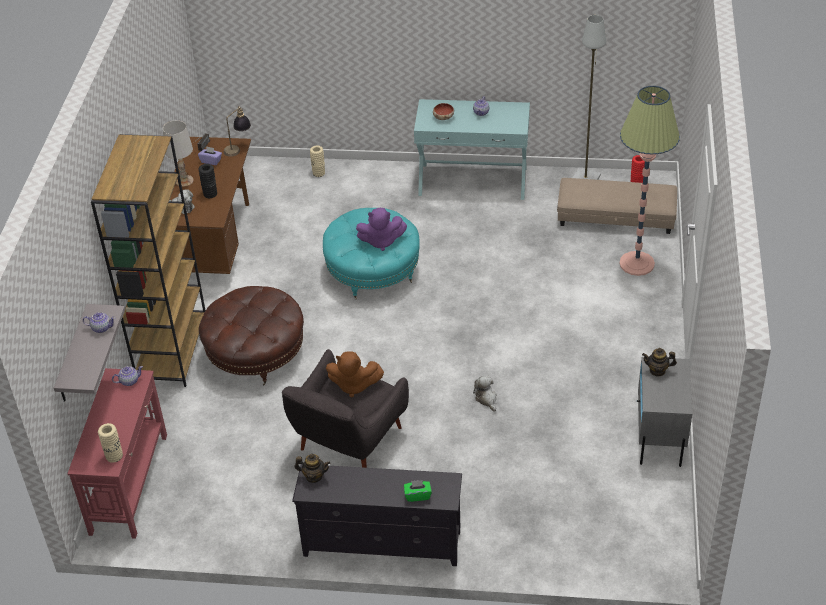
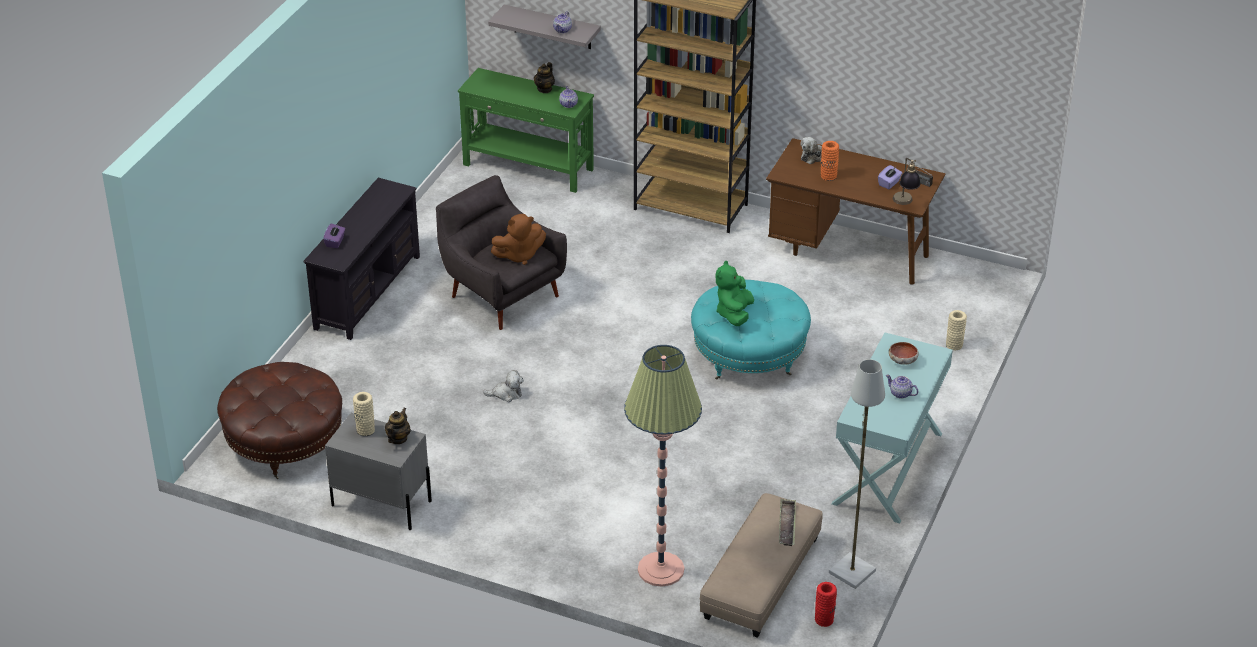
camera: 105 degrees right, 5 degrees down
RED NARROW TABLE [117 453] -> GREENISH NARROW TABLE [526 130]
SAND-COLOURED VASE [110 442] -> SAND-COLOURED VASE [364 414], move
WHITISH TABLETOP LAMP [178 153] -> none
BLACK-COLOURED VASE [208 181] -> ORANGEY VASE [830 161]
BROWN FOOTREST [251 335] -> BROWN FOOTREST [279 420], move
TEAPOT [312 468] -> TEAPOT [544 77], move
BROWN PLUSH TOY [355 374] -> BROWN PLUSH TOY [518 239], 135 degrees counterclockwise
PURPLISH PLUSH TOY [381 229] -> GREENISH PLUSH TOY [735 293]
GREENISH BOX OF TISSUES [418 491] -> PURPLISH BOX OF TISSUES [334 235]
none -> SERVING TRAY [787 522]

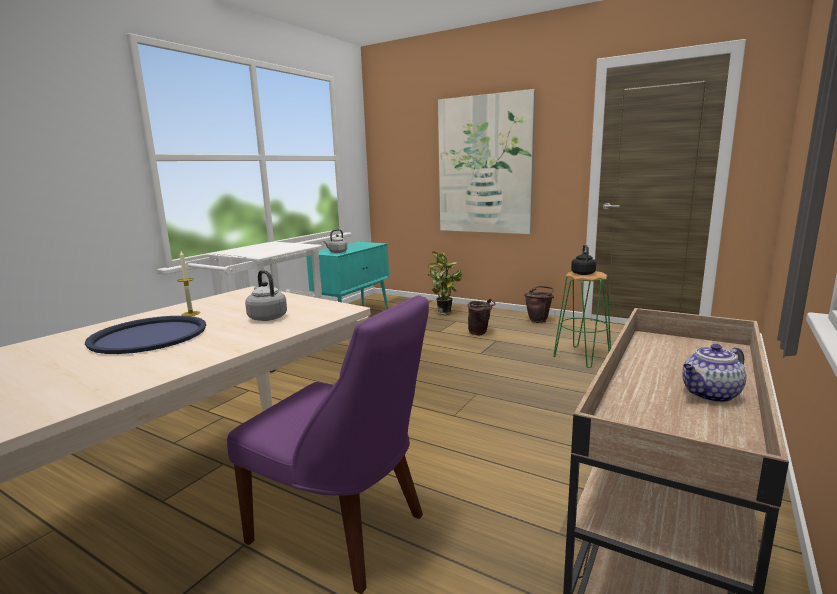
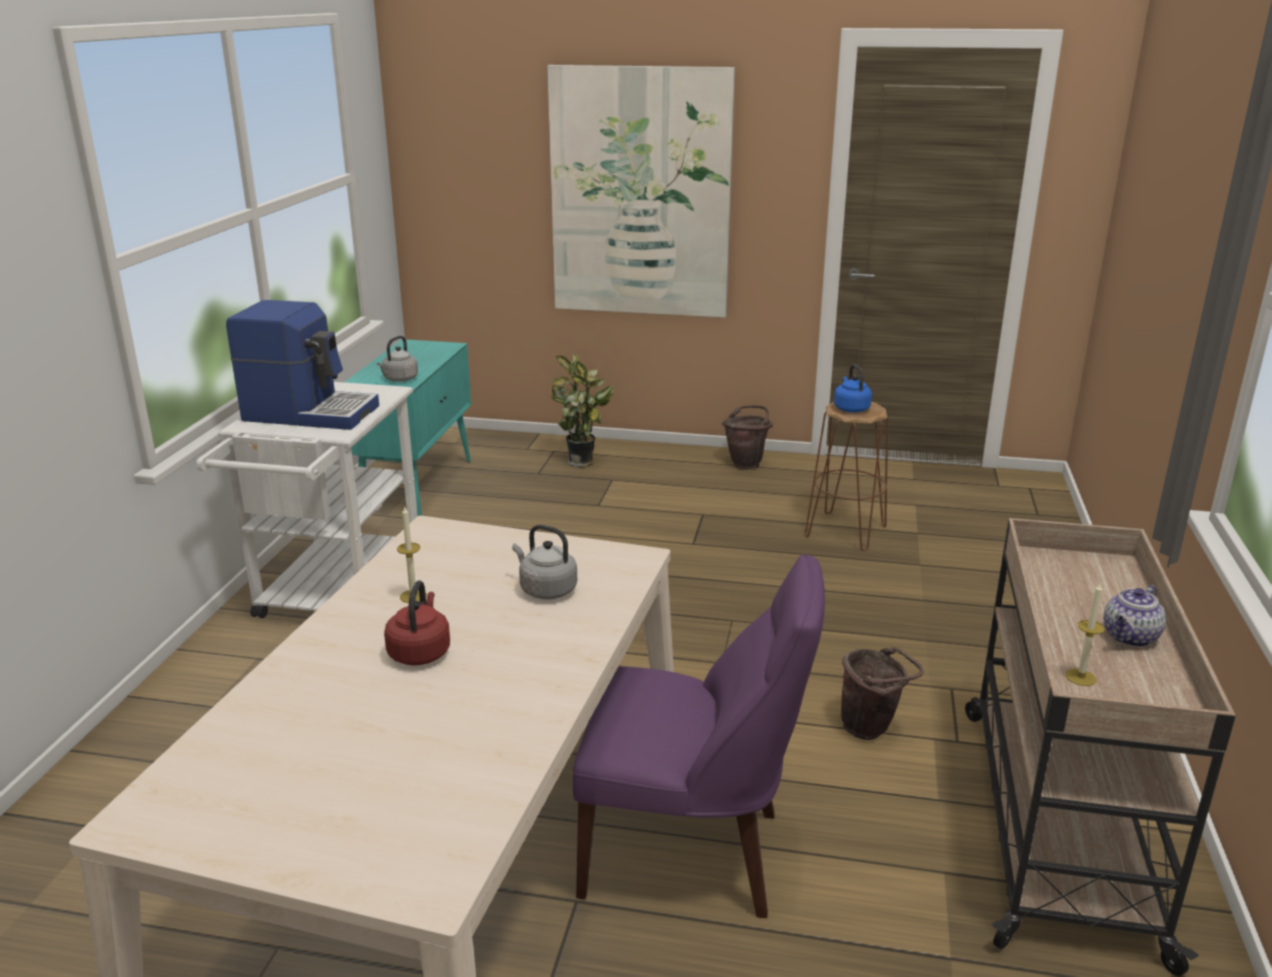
camera: 20 degrees left, 10 degrees up
BLUE-COLOURED SERVING TRAY [145 335] -> RED WATER KETTLE [417 622]
BROWN PAIL [482 316] -> BROWN PAIL [882 693], move
GREENISH STOOL SEAT [582 319] -> BROWN STOOL SEAT [846 476]
BLACK-COLOURED WATER KETTLE [583 260] -> BLUE-COLOURED WATER KETTLE [853 388]
none -> COFFEE MACHINE [302 365]
none -> WAX CANDLE [1085 634]

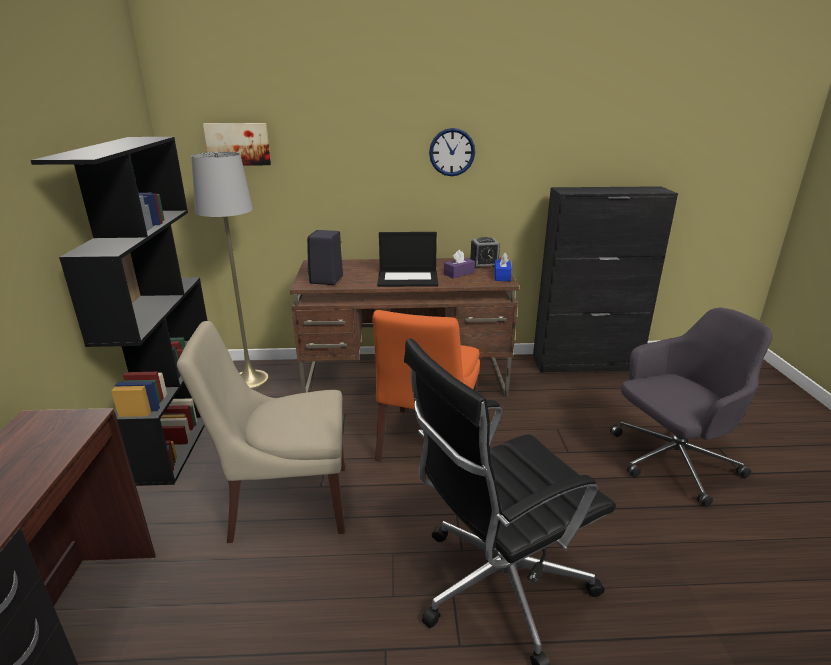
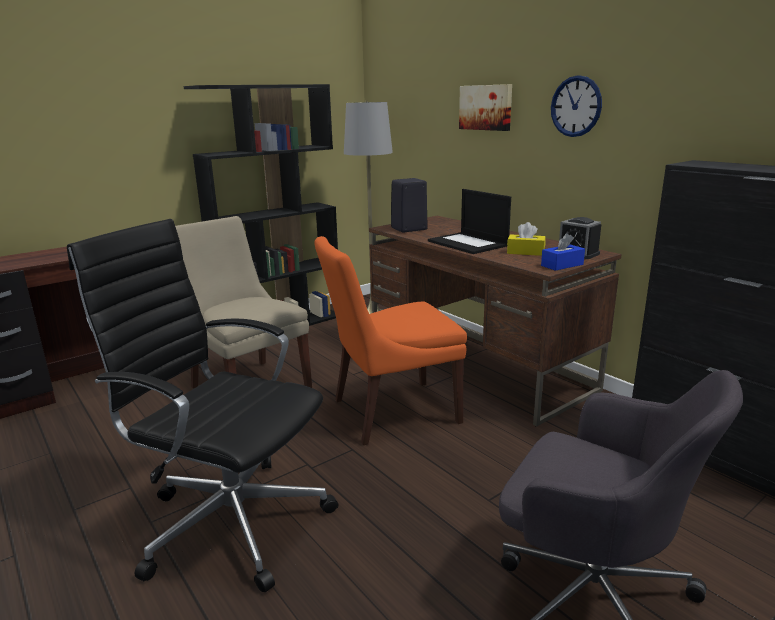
camera: 55 degrees right, 5 degrees down
WALL ART [237 144] -> WALL ART [485 107], move
PURPLISH BOX OF TISSUES [459 264] -> YELLOW-COLOURED BOX OF TISSUES [526 239]

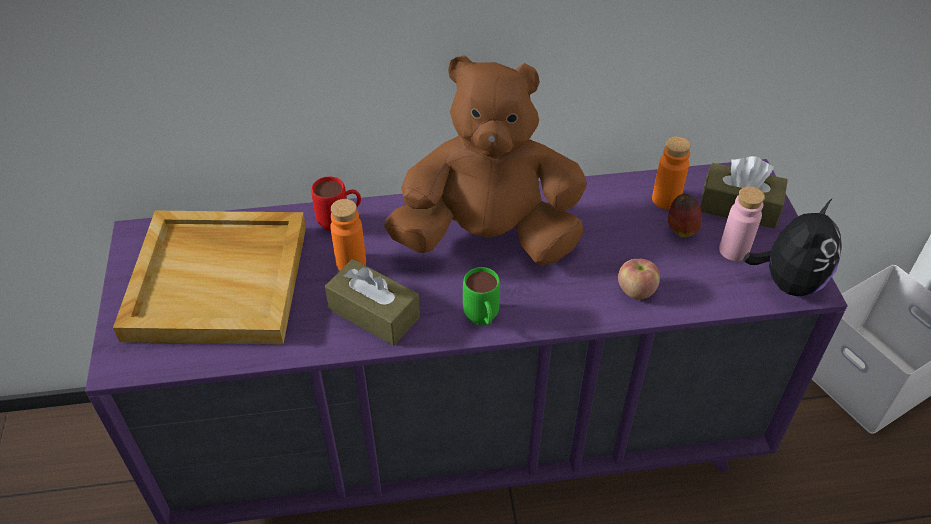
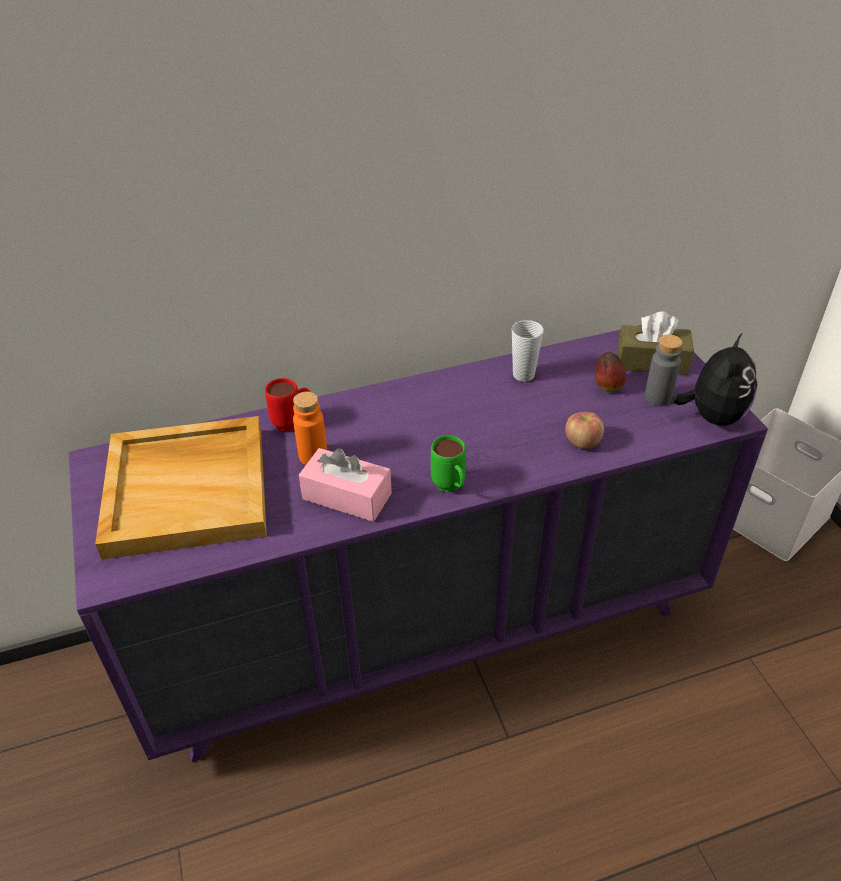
camera: 10 degrees left, 5 degrees down
BROWN BOX OF TISSUES [372 302] -> PINK BOX OF TISSUES [345 485]
BROWN PLUSH TOY [485 160] -> none
ORANGEY BEVERAGE BOTTLE [671 172] -> none
PINK BEVERAGE BOTTLE [742 223] -> GRAY BEVERAGE BOTTLE [664 370]
none -> DRINKING CUP [528 351]

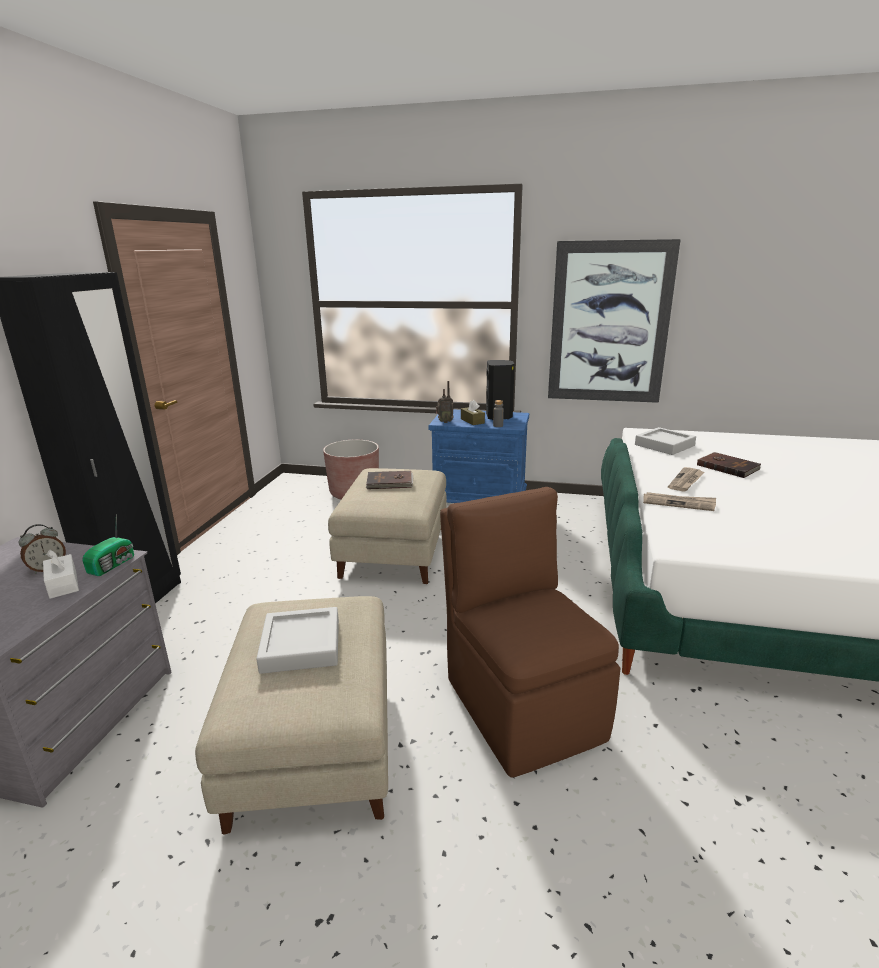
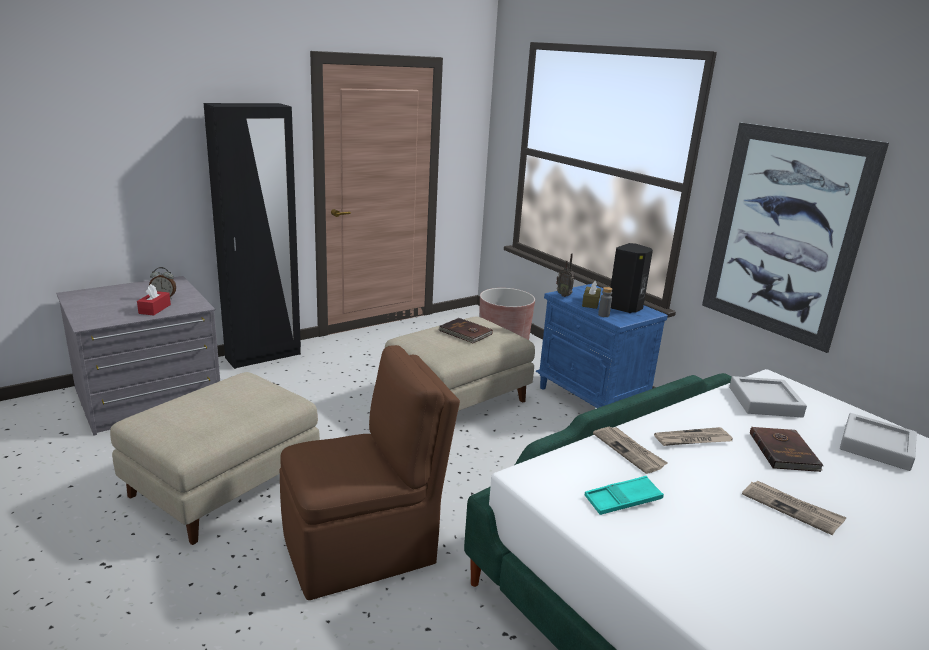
camera: 40 degrees right, 0 degrees up
WHITISH BOX OF TISSUES [61 574] -> RED BOX OF TISSUES [154 300]
RADIO [108 546] -> none
GRAY SERVING TRAY [297 640] -> GRAY SERVING TRAY [878 442], move
BROWN CHAIR [530 632] -> BROWN CHAIR [370 472], 45 degrees clockwise
none -> TURQUOISE-COLOURED SERVING TRAY [624 495]
none -> DAILY PAPER [794 508]

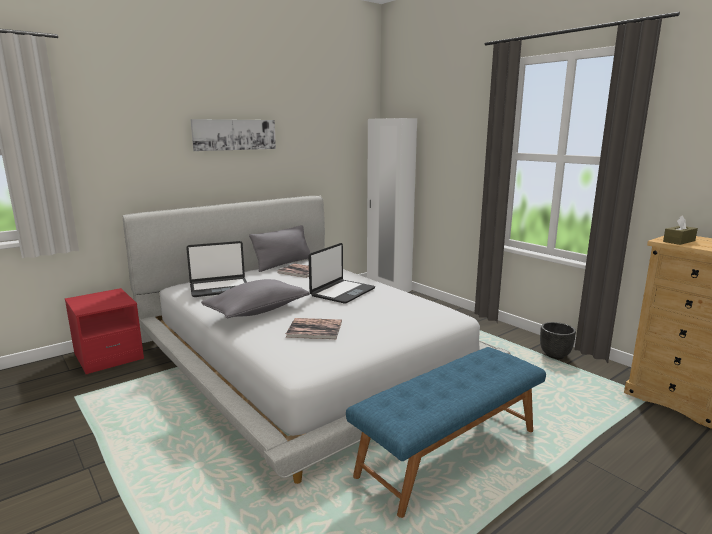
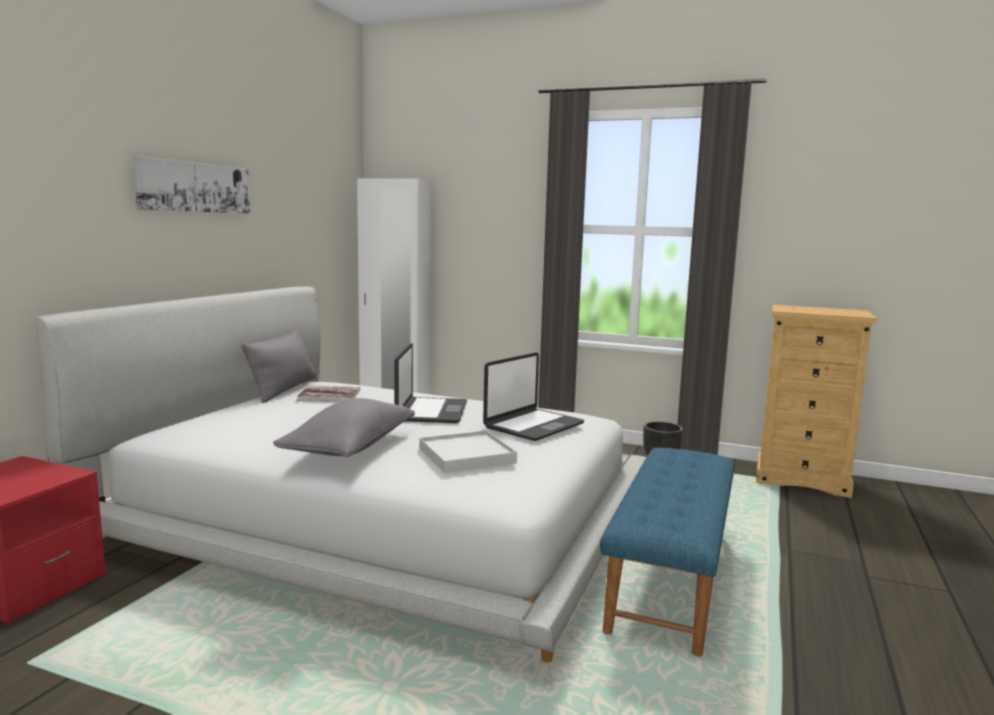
camera: 30 degrees left, 5 degrees down
NOTEBOOK COMPUTER [216 269] -> NOTEBOOK COMPUTER [533 396], move
VOLUME [314 328] -> WHITISH SERVING TRAY [468 452]
BROWN BOX OF TISSUES [680 230] -> none

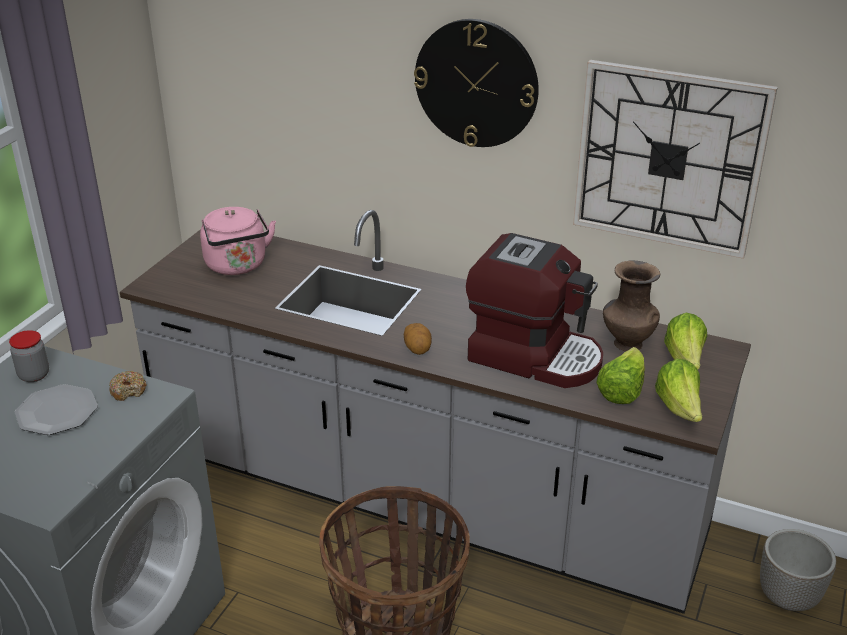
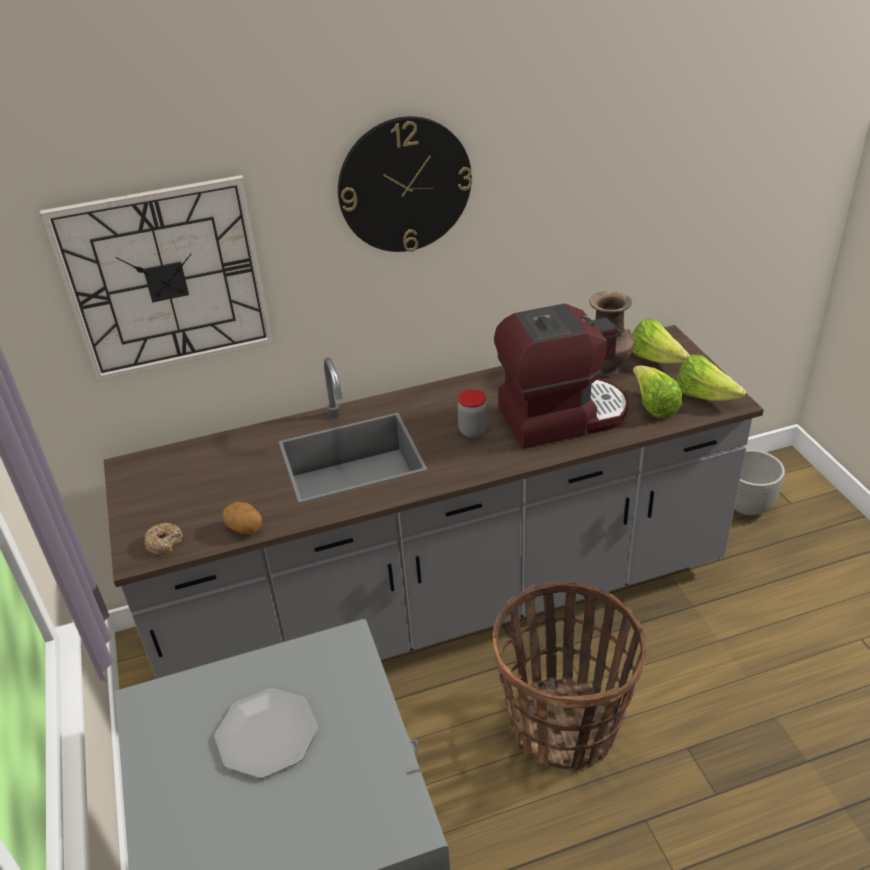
camera: 40 degrees left, 5 degrees up
STORAGE JAR [29 356] -> STORAGE JAR [472 414], move
RING DOUGHNUT [127 386] -> RING DOUGHNUT [163 539], move
PINK WATER KETTLE [238 241] -> none
WHOLE POTATO [418 339] -> WHOLE POTATO [242 518], move
CLOCK ON THE WALL [675 159] -> CLOCK ON THE WALL [157 278], move

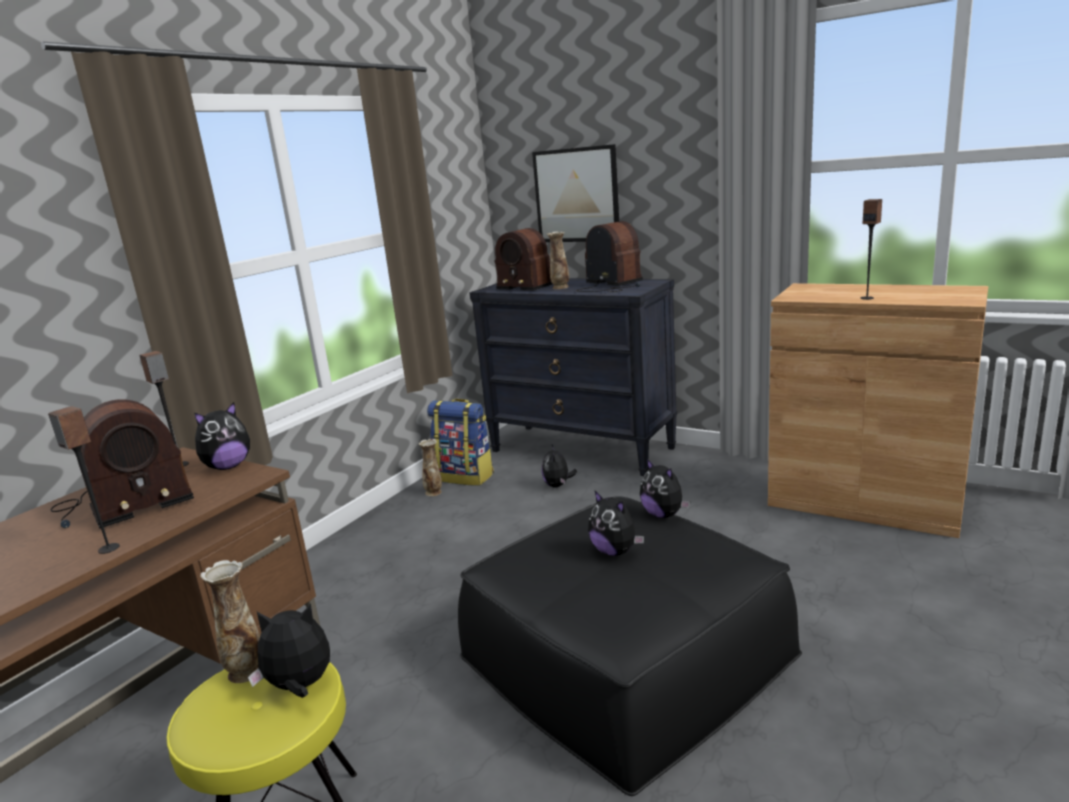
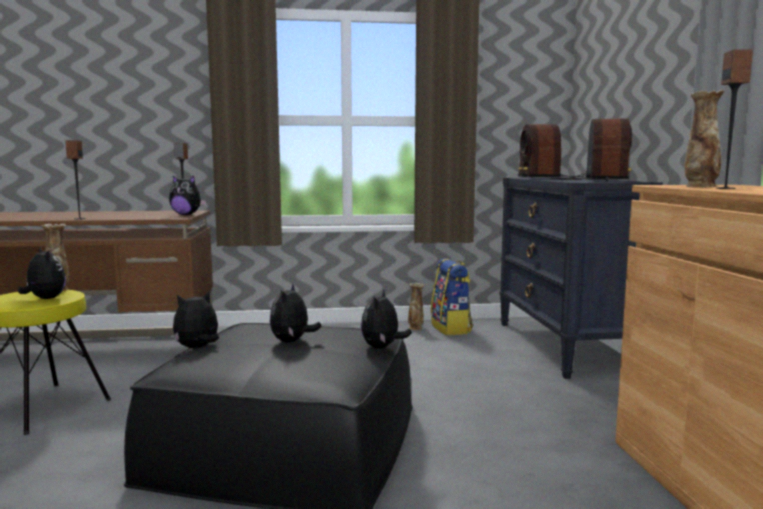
camera: 50 degrees right, 10 degrees down
RADIO [122 464] -> none
WALL ART [575 193] -> none
PLUSH TOY [559 466] -> PLUSH TOY [196 319], move
VASE [558 260] -> VASE [704 138], move

